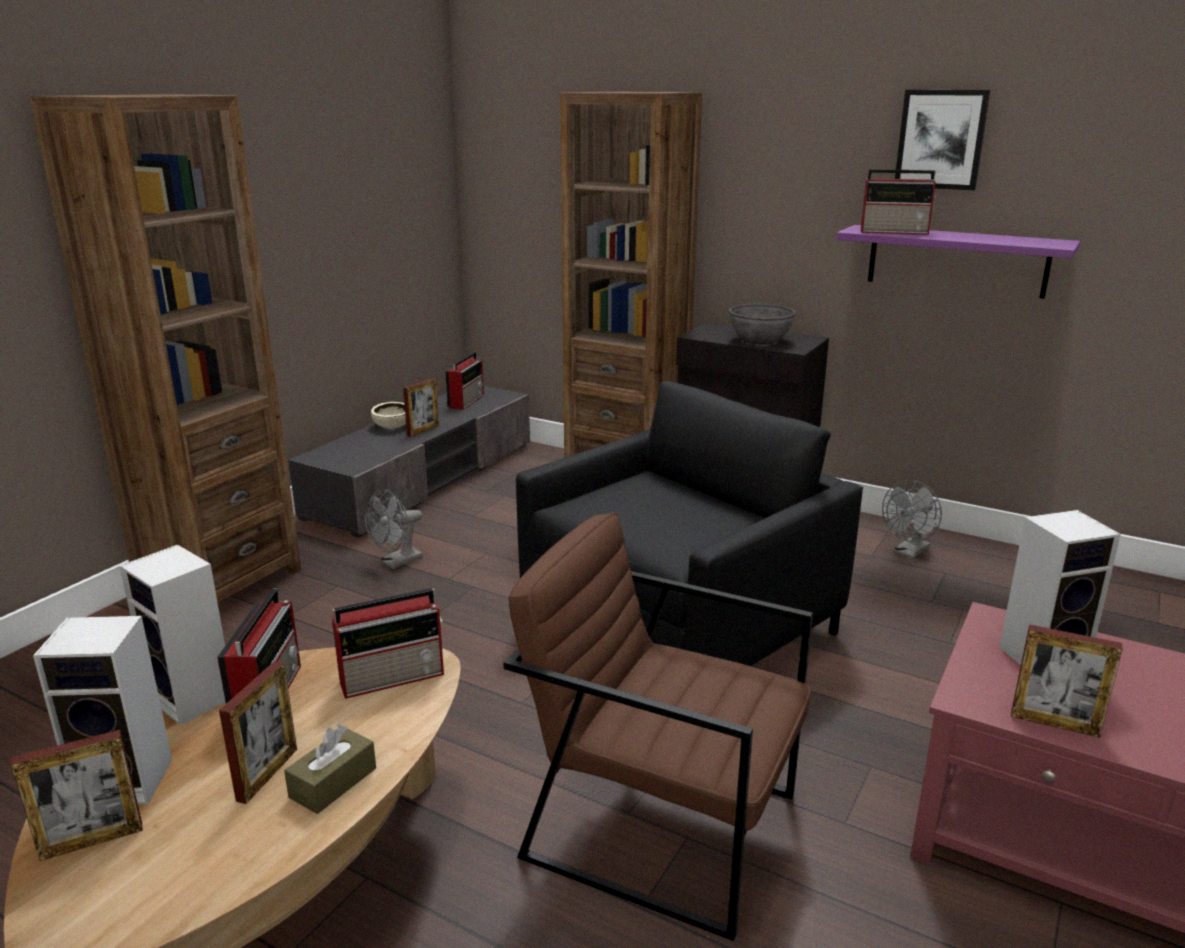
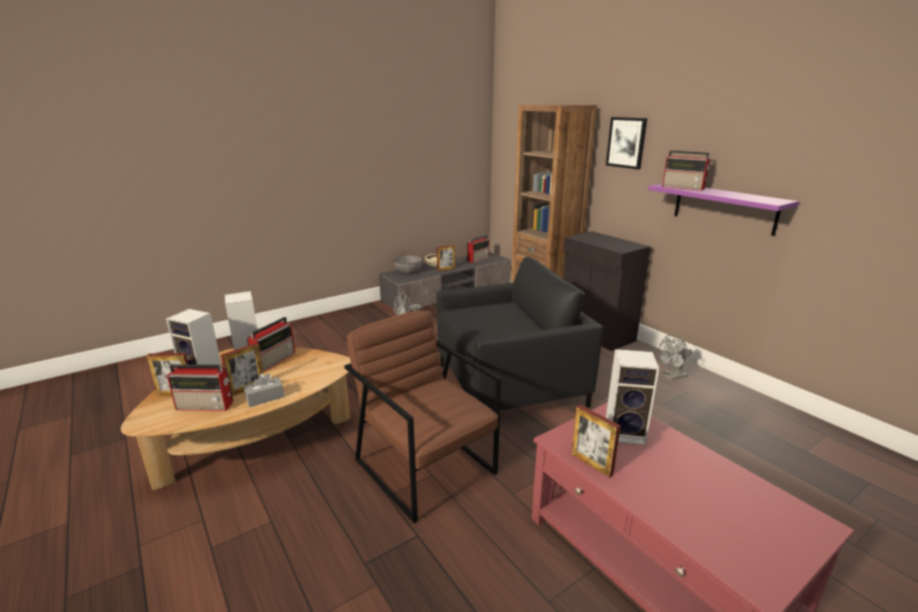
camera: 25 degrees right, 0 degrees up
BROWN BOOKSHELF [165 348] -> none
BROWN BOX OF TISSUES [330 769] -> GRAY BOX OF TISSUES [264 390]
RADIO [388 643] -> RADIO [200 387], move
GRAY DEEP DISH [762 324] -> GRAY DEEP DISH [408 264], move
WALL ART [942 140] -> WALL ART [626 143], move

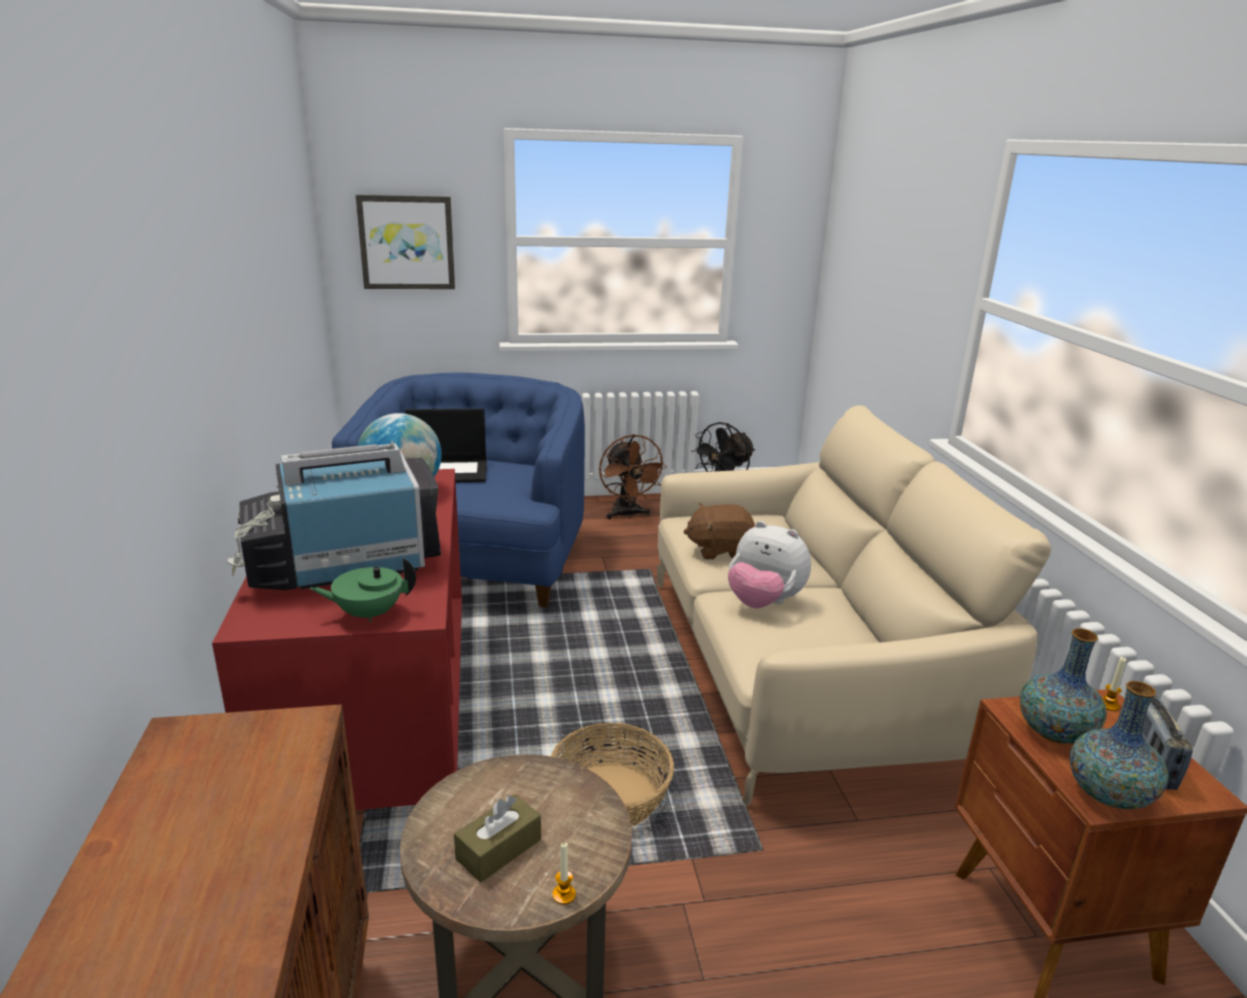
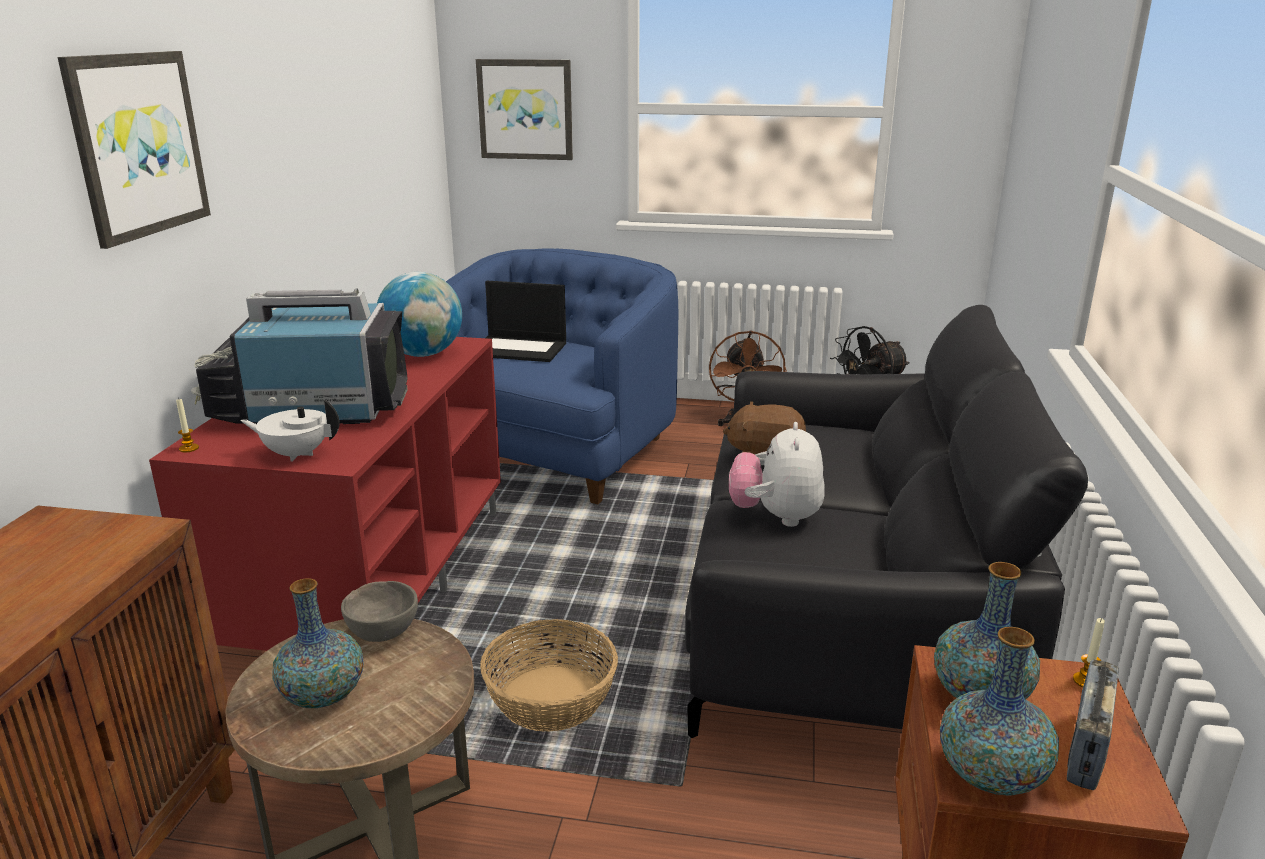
camera: 20 degrees right, 0 degrees up
GREENISH TEAPOT [363 590] -> WHITISH TEAPOT [289 431]
BROWN BOX OF TISSUES [497 838] -> VASE [318 643]
WAX CANDLE [564 873] -> WAX CANDLE [187 426], move
SAND-COLOURED SOFA [854 605] -> BLACK-COLOURED SOFA [886 521]
PLUSH TOY [769 564] -> PLUSH TOY [777 474], 45 degrees clockwise
none -> WALL ART [134 150]
none -> GRAY DEEP DISH [379 611]

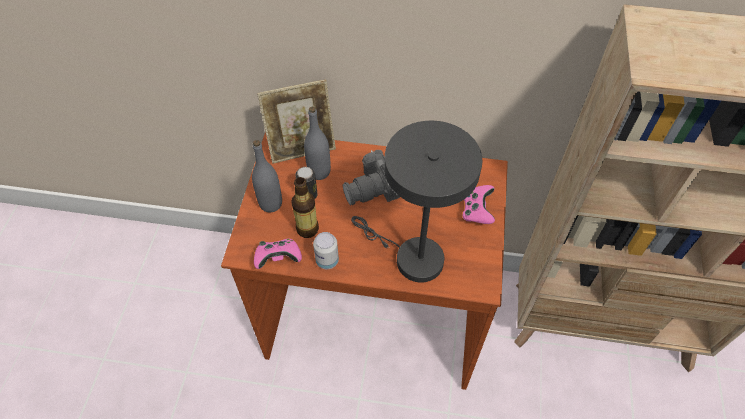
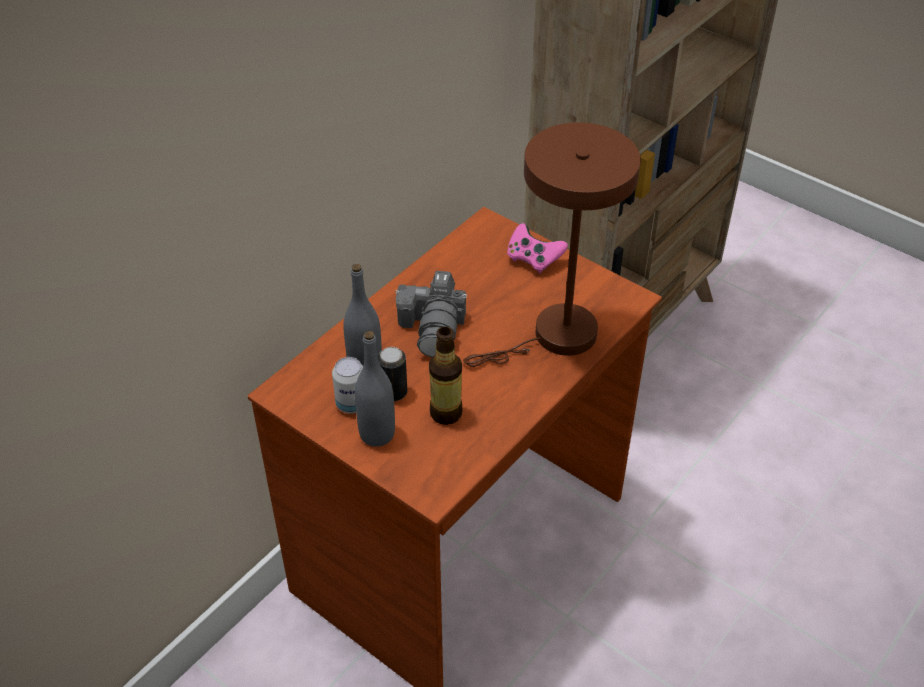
camera: 60 degrees left, 10 degrees down
PINK JOYPAD [278 254] -> none
PICTURE FRAME [296 121] -> none
SEALED CAN [326 250] -> SEALED CAN [347 385], move
GRAY TABLETOP LAMP [416 202] -> BROWN TABLETOP LAMP [552 244]

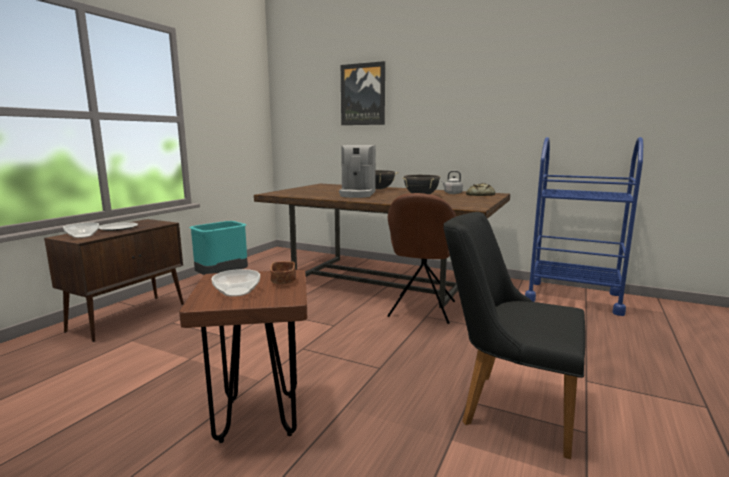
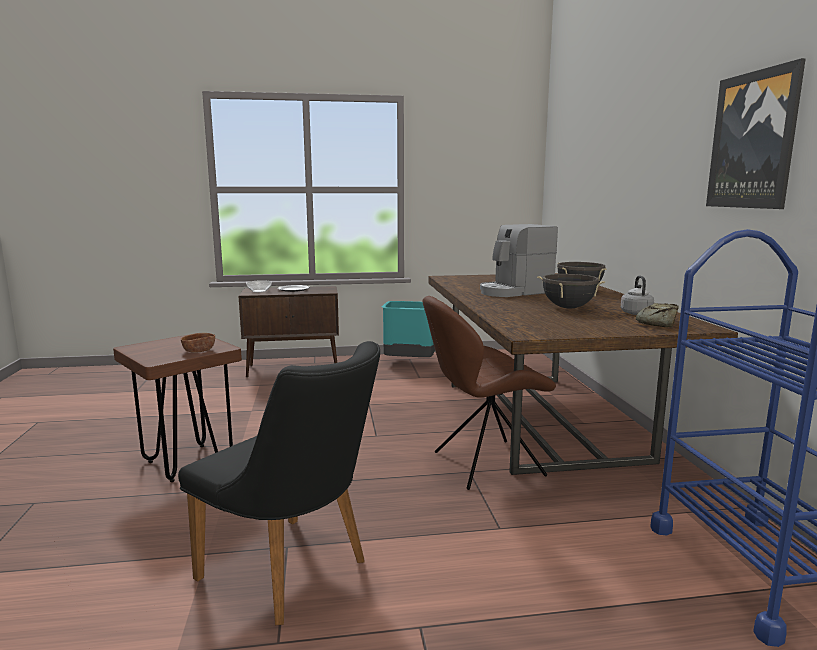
camera: 55 degrees right, 0 degrees up
DEEP DISH [235 283] -> none
WALL ART [363 93] -> WALL ART [756 133], move
BLACK-COLOURED CHAIR [514 335] -> BLACK-COLOURED CHAIR [279 483], 135 degrees clockwise

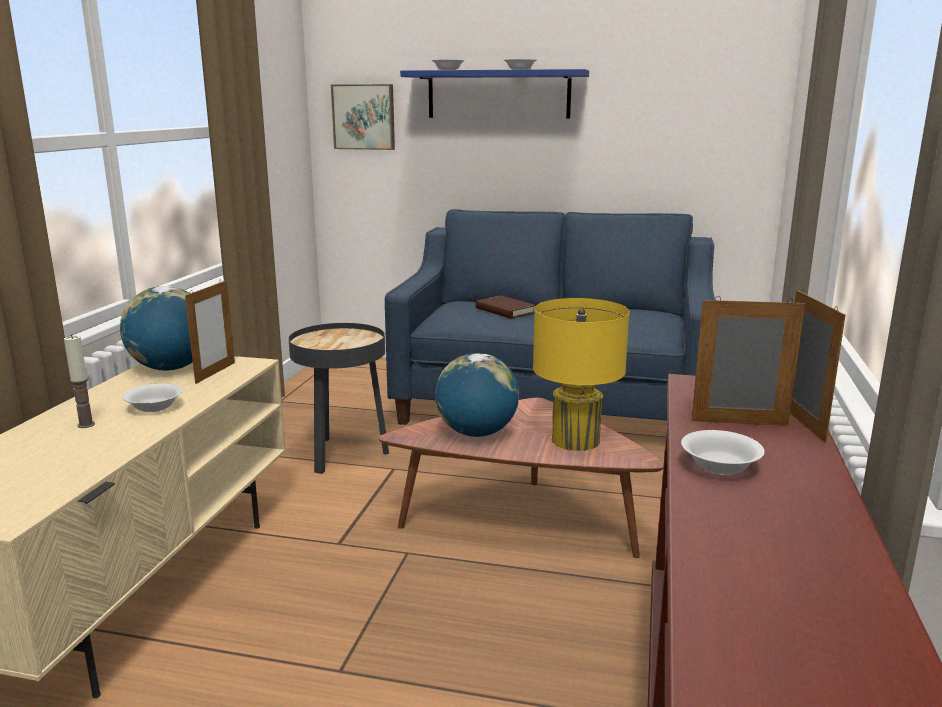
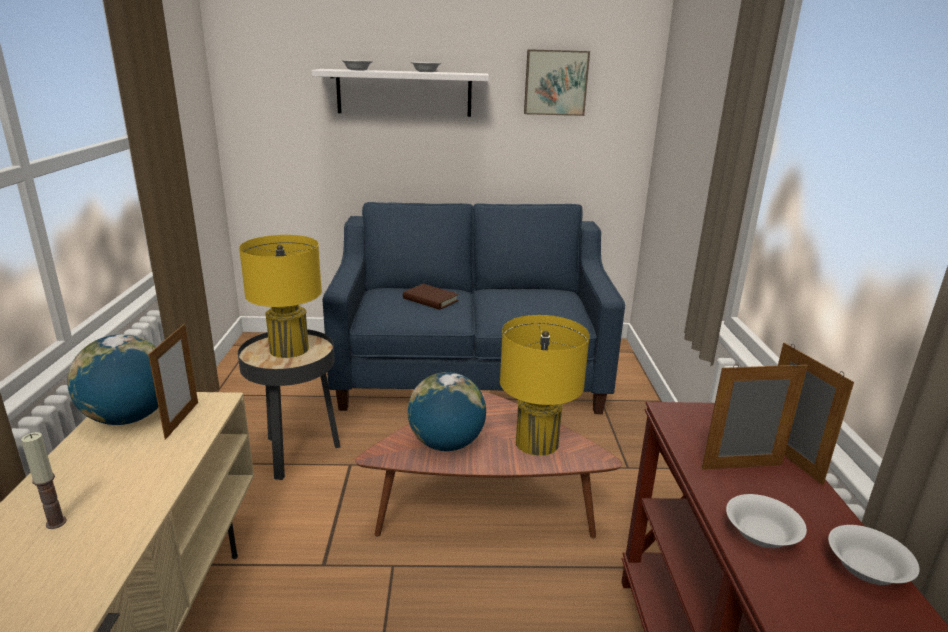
camera: 15 degrees left, 5 degrees up
WHITISH DEEP DISH [152 398] -> WHITISH DEEP DISH [874 555], move
WALL ART [363 117] -> WALL ART [557 82], move
BLUE-COLOURED WALL SHELF [494 94] -> WHITISH WALL SHELF [400 93]
none -> YELLOW-COLOURED TABLETOP LAMP [280 296]

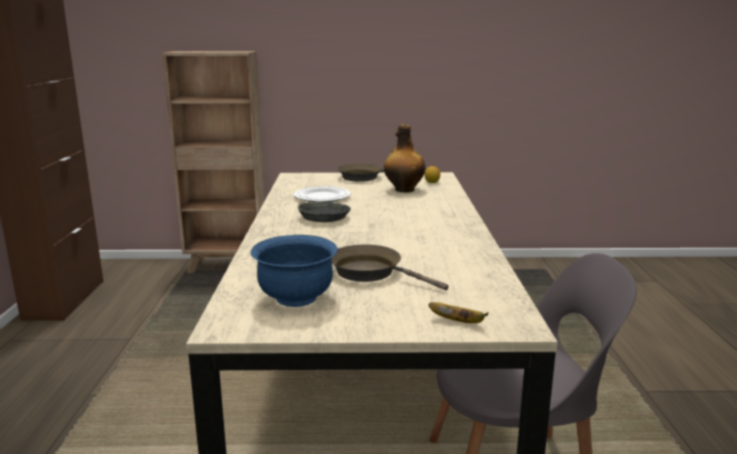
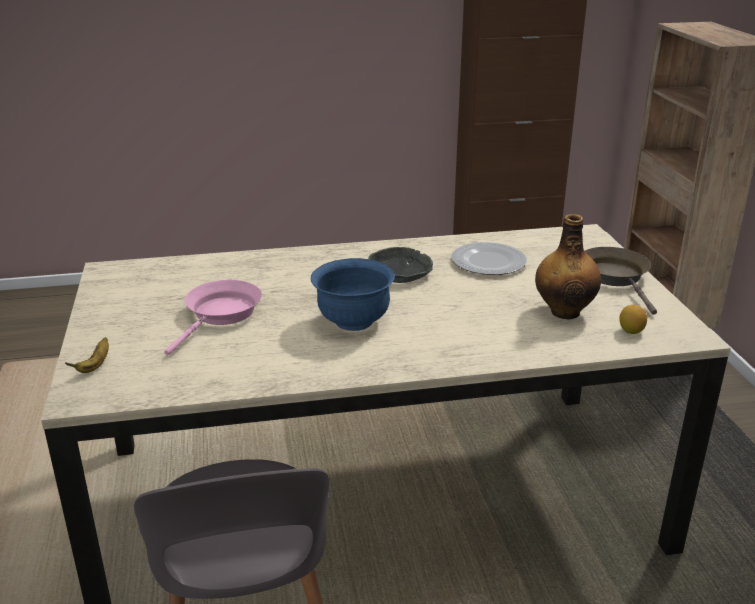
camera: 80 degrees right, 10 degrees up
BLUE-COLOURED DEEP DISH [294 271] -> BLUE-COLOURED DEEP DISH [353 294], move
BROWN SKILLET [390 267] -> PINK SKILLET [213 318]

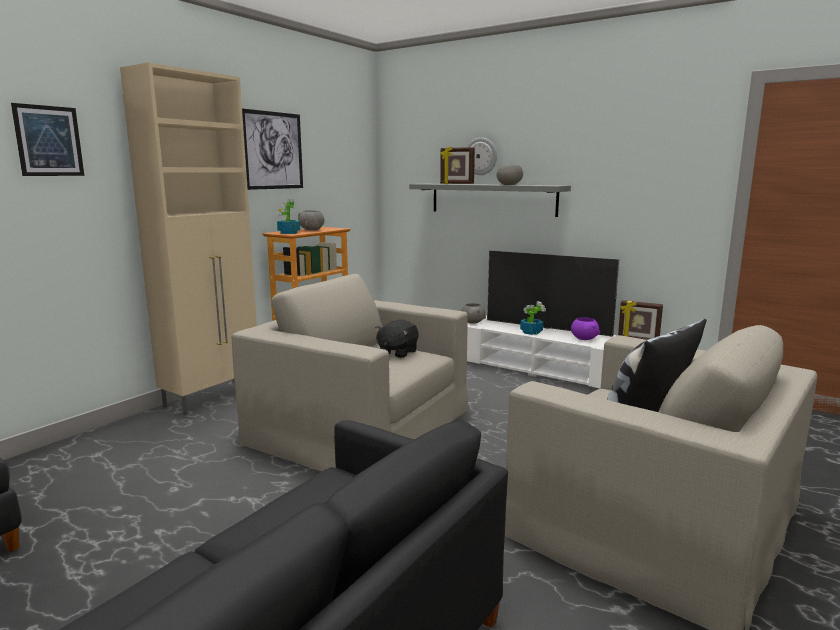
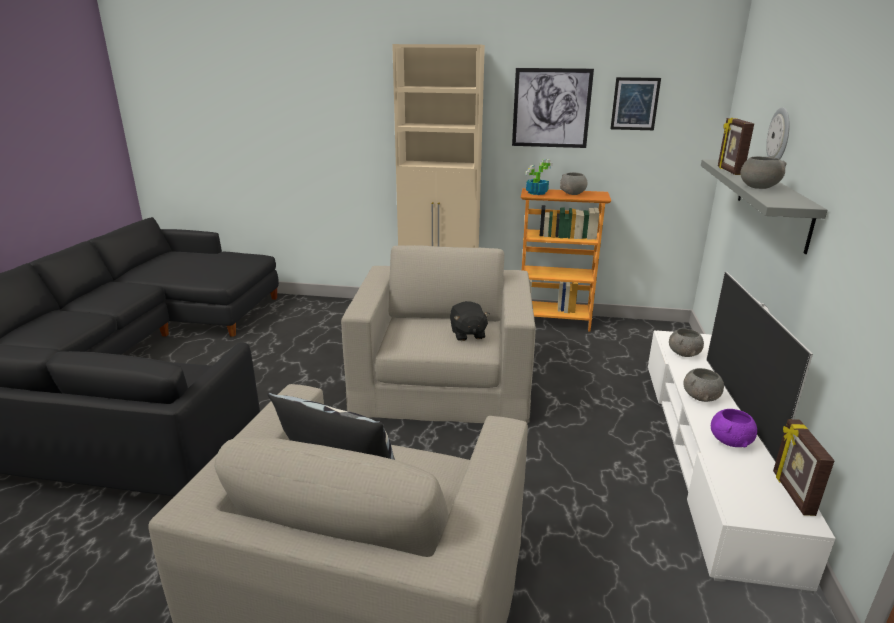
camera: 65 degrees right, 10 degrees up
WALL ART [47 139] -> WALL ART [635 103], move
BLACK-COLOURED PLUSH TOY [397 339] -> BLACK-COLOURED PLUSH TOY [470 321], 105 degrees counterclockwise
POTTED PLANT [533 318] -> GRAY DEEP DISH [703 385]

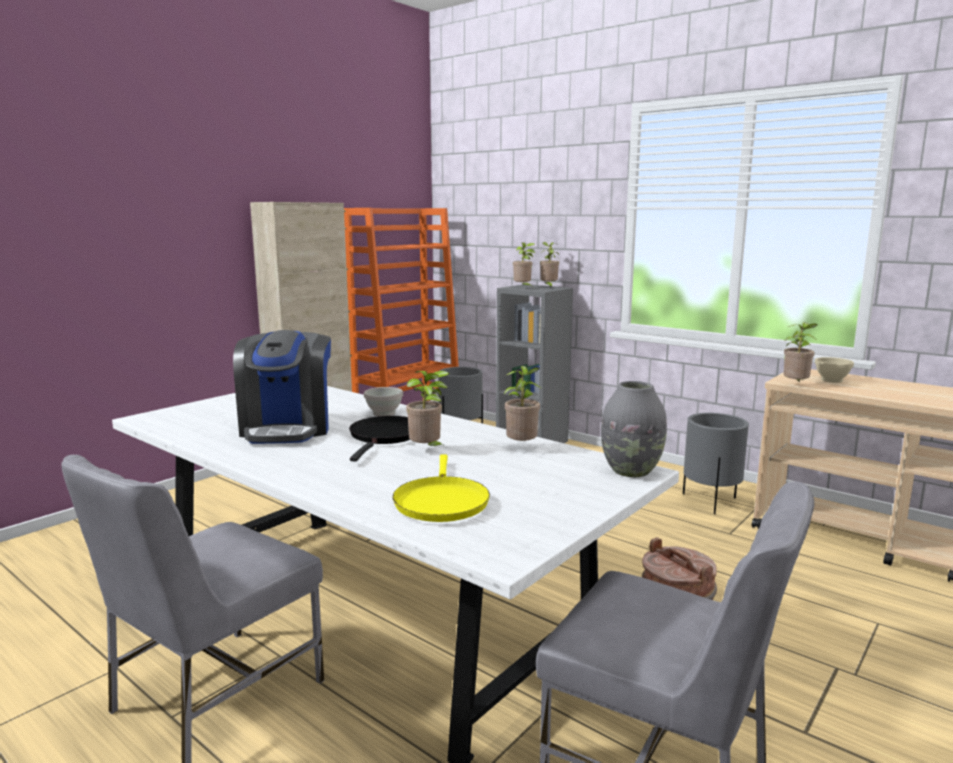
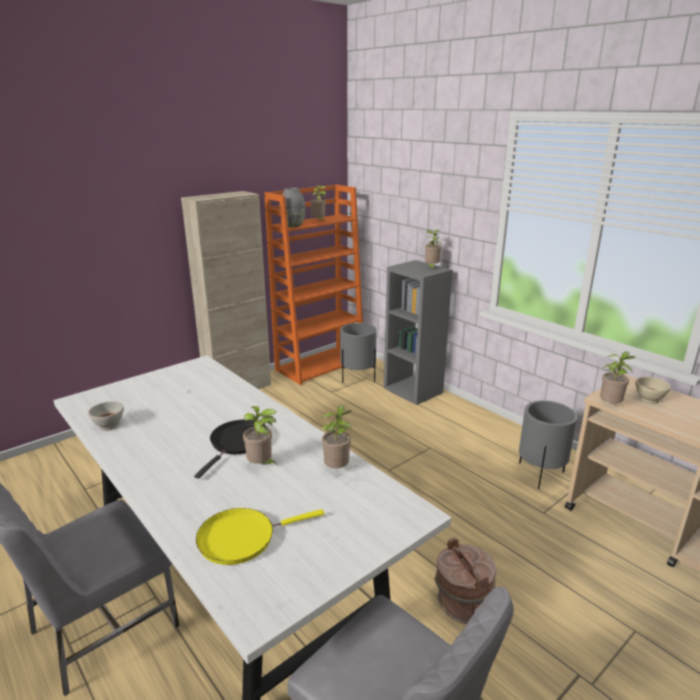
camera: 10 degrees right, 10 degrees up
COFFEE MACHINE [282 387] -> none
WHITISH DEEP DISH [383 401] -> WHITISH DEEP DISH [106 416], move
YELLOW-COLOURED SKILLET [441 488] -> YELLOW-COLOURED SKILLET [260 536], 60 degrees clockwise
POTTED PLANT [524 265] -> POTTED PLANT [318 202], move
GRAY VASE [634 429] -> GRAY VASE [292 207], move

